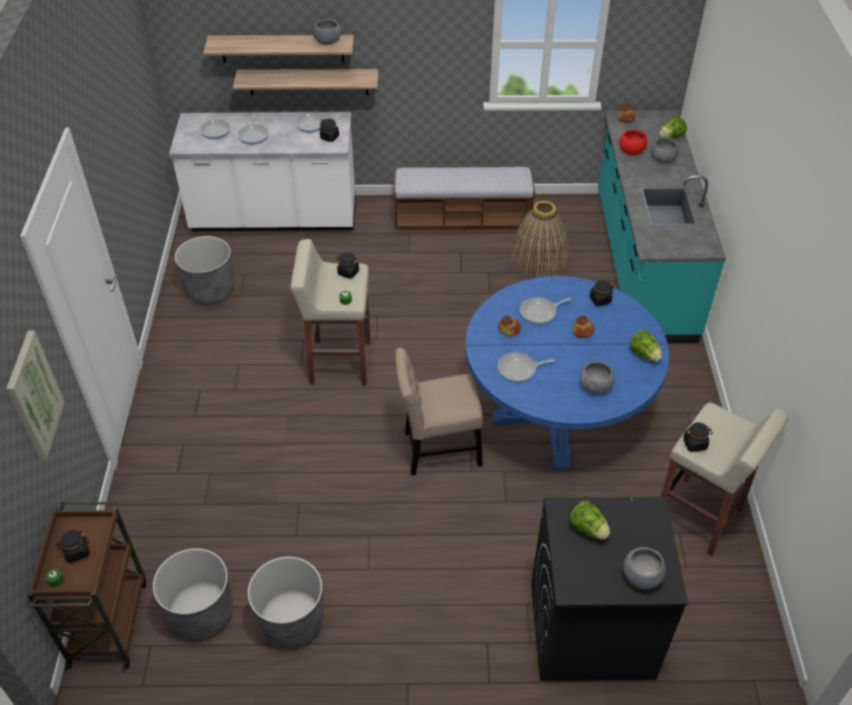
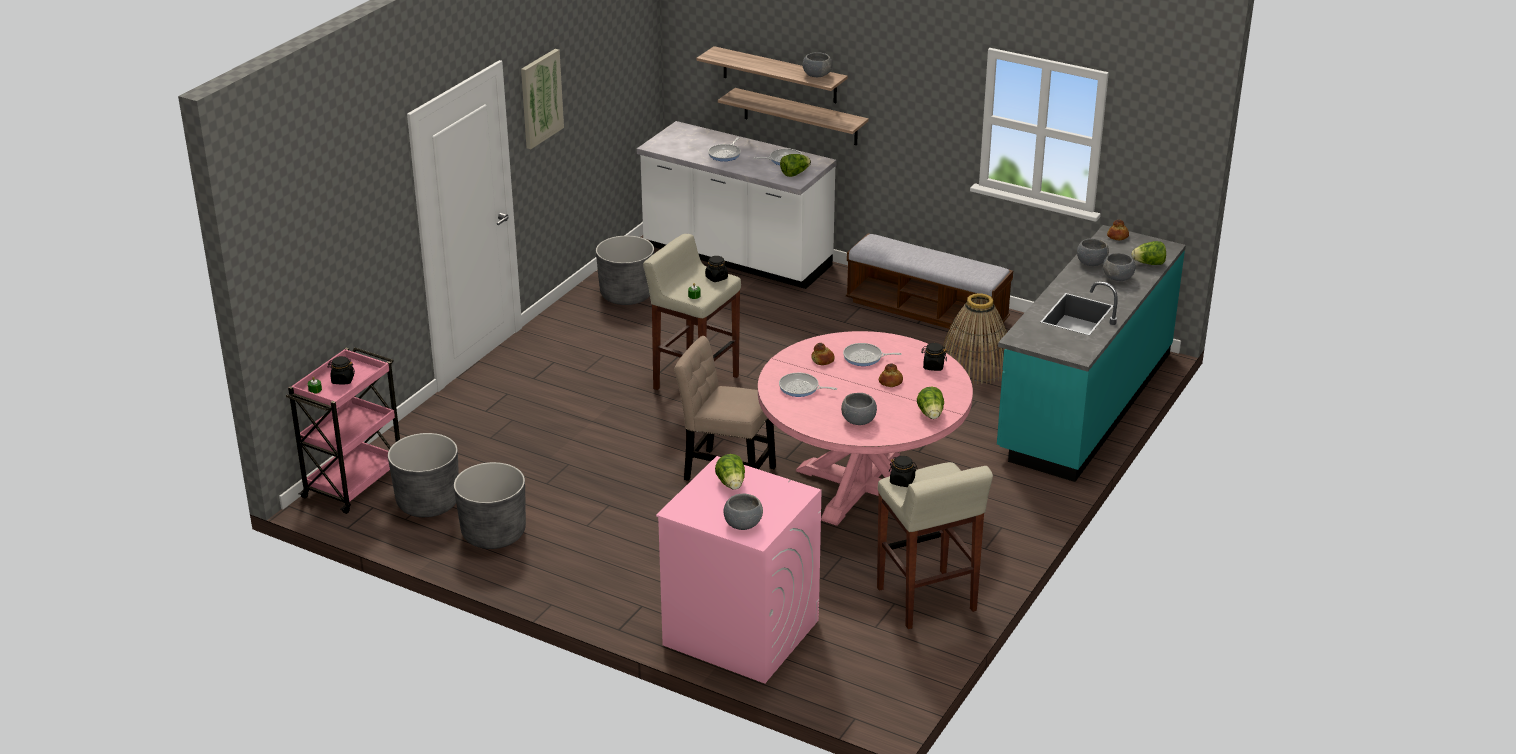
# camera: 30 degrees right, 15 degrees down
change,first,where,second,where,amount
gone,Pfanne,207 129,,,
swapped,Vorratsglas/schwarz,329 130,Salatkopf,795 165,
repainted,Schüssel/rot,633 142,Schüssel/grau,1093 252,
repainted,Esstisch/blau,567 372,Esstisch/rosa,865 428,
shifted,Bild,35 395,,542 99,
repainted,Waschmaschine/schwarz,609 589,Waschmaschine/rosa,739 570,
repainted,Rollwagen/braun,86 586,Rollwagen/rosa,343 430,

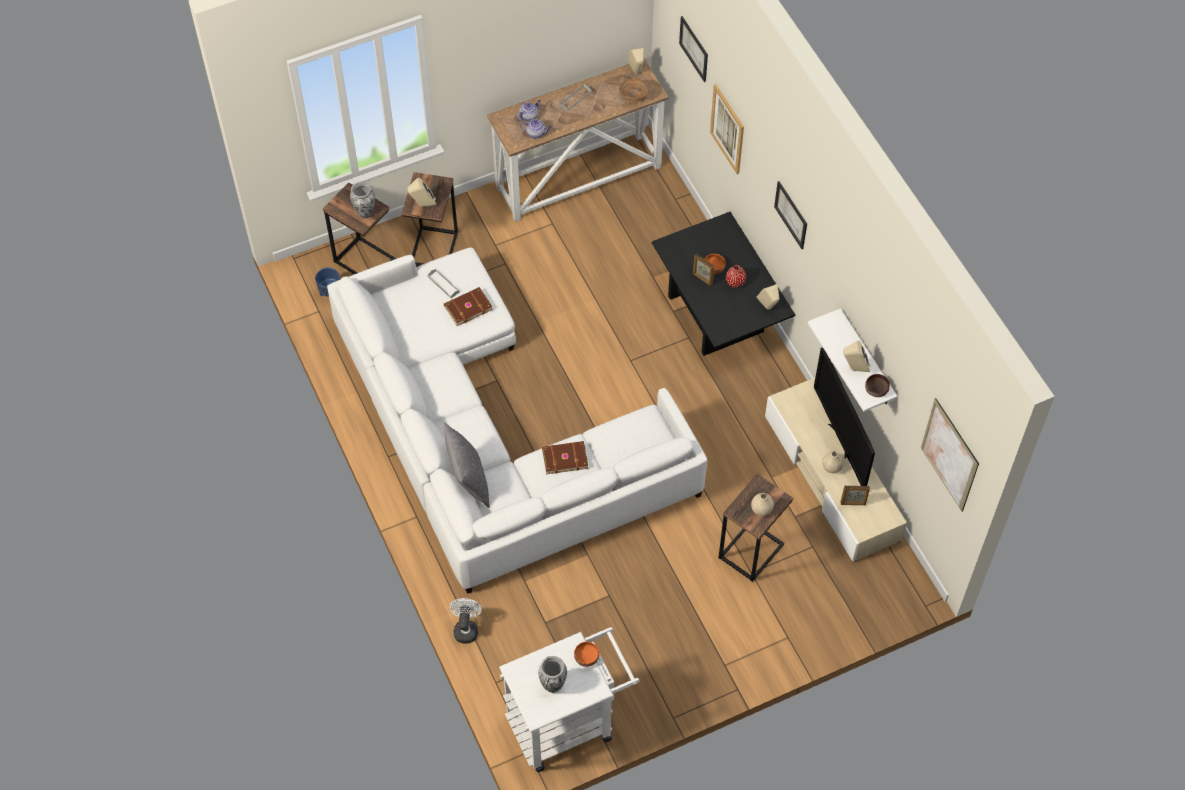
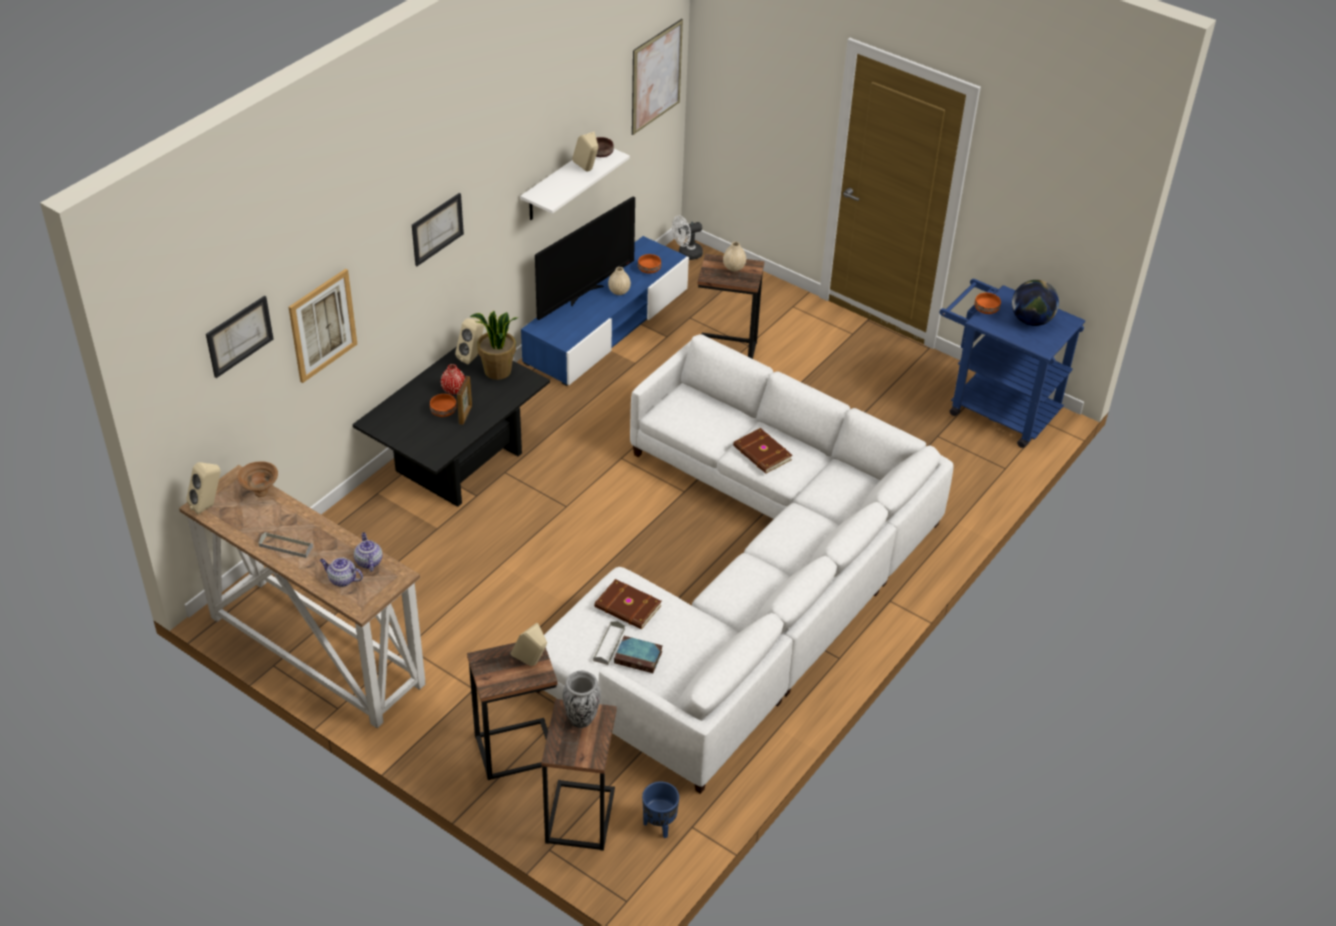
# camera: 120 degrees left, 15 degrees down
change,first,where,second,where,amount
repainted,Fernsehschrank/beige,836 470,Fernsehschrank/blau,605 311,
gone,Kissen/grau,467 465,,,
swapped,Bilderrahmen,855 495,Schüssel/orange,649 263,
shifted,Ventilator/weiß,465 621,,687 237,
repainted,Rollwagen/weiß,569 699,Rollwagen/blau,1012 363,
swapped,Vase,552 674,Globus,1035 303,
new,,,Topfpflanze,493 345,
new,,,Buch,638 654,

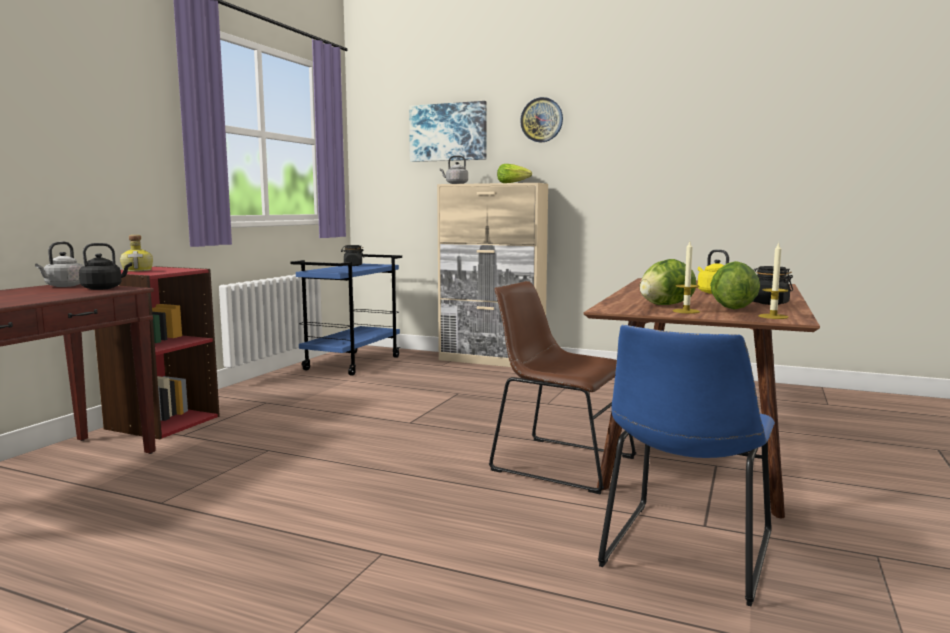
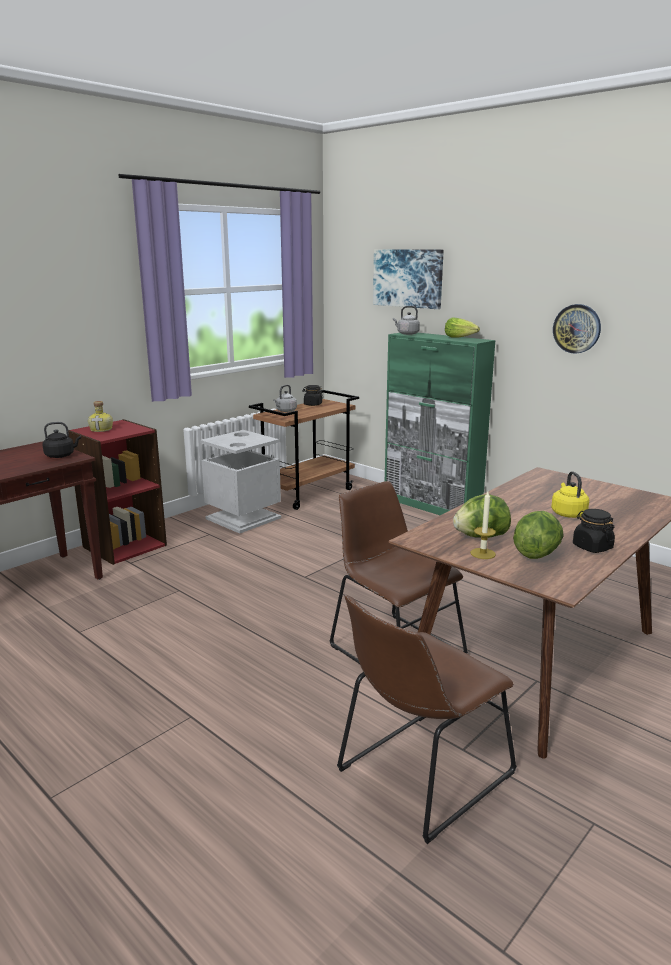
# camera: 20 degrees right, 10 degrees up
change,first,where,second,where,amount
shifted,Wanduhr,541 119,,577 329,
repainted,Schrank/beige,492 275,Schrank/grün,440 424,
shifted,Wasserkessel/grau,59 264,,285 398,
gone,Kerze,773 280,,,
repainted,Rollwagen/blau,346 315,Rollwagen/braun,304 450,
repainted,Stuhl/blau,686 466,Stuhl/braun,427 719,
new,,,Mülleimer/grau,240 481,

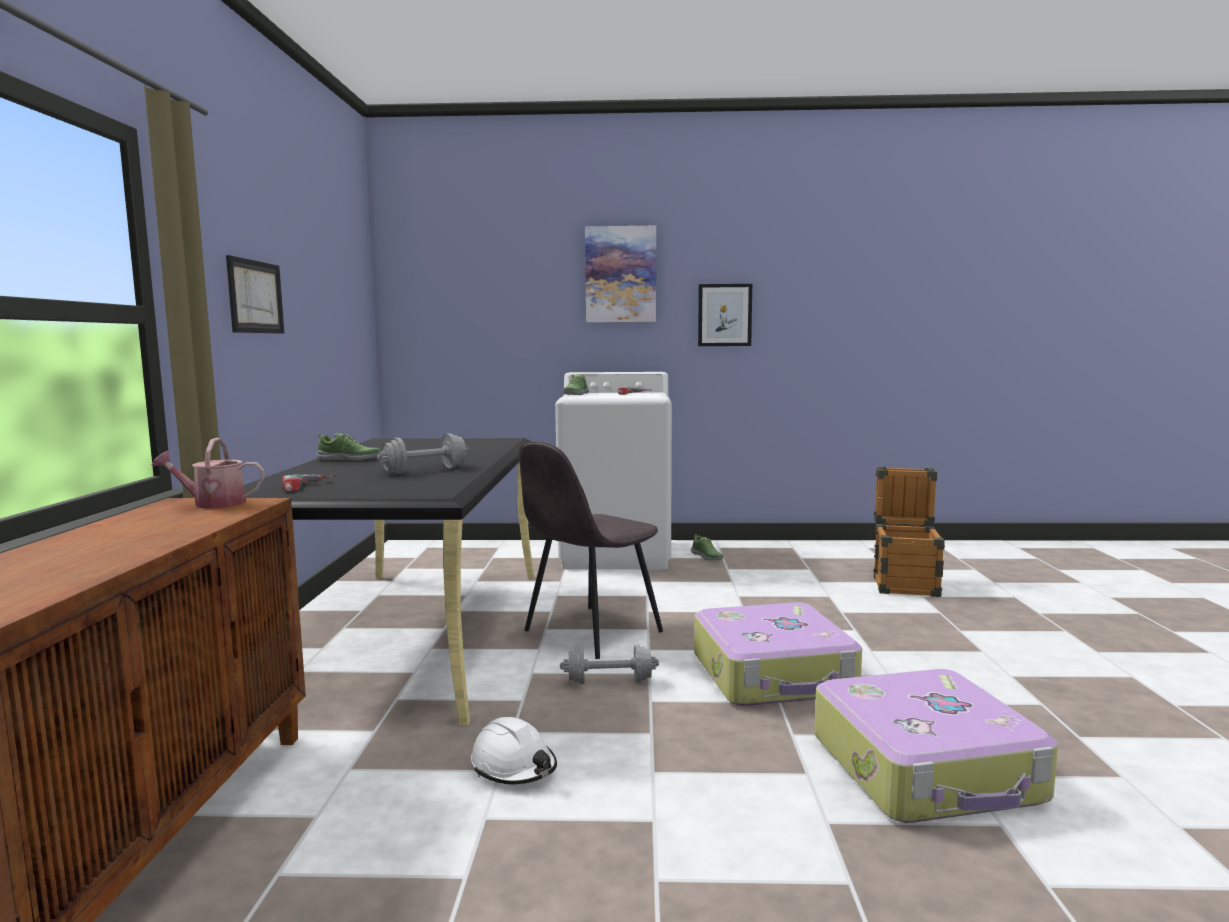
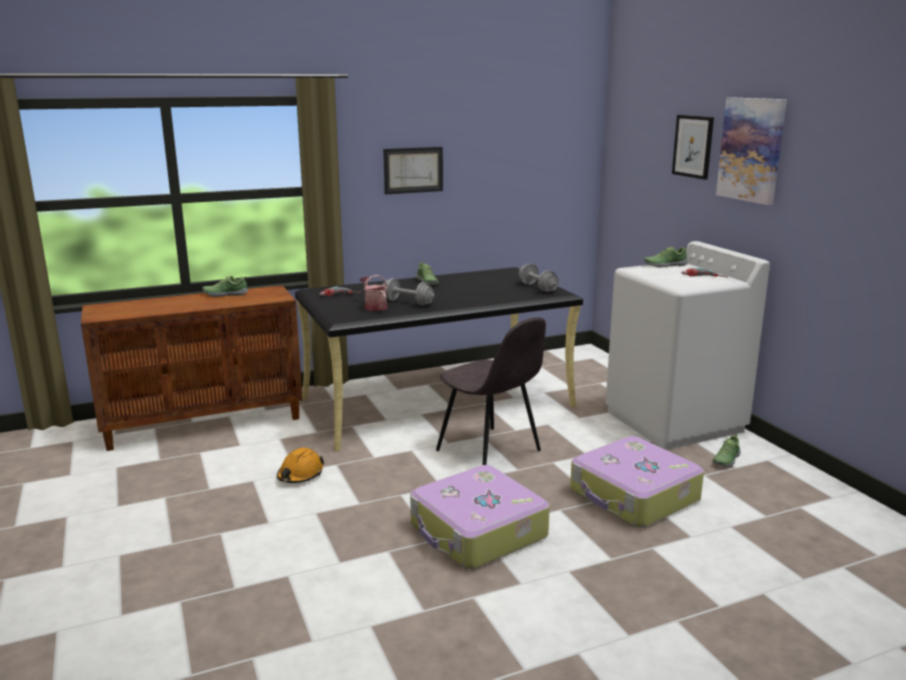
# camera: 65 degrees right, 10 degrees up
change,first,where,second,where,amount
shifted,Bild,725 315,,693 147,
shifted,Gießkanne,208 473,,373 293,
rotated,Stuhl/grau,591 550,,491 391,150 degrees counterclockwise
gone,Kiste,909 532,,,
shifted,Hantel/grau,609 664,,539 278,
shifted,Koffer,936 746,,637 482,
repainted,Schutzhelm/weiß,514 750,Schutzhelm/orange,300 465,
new,,,Schuh,225 286,

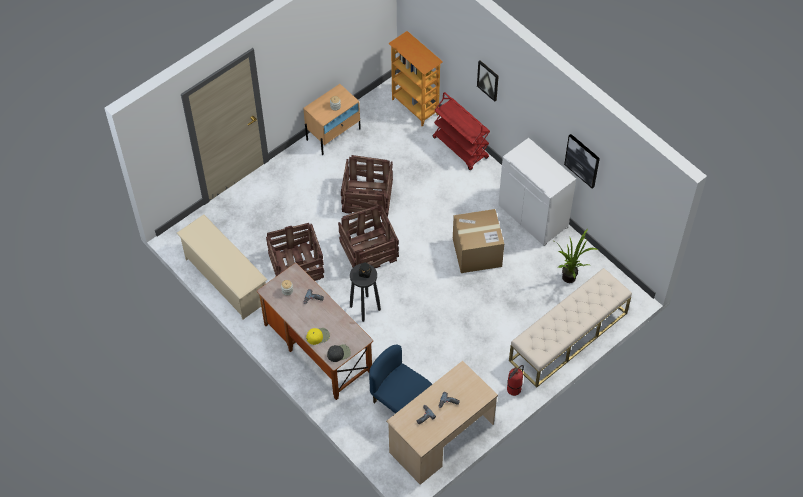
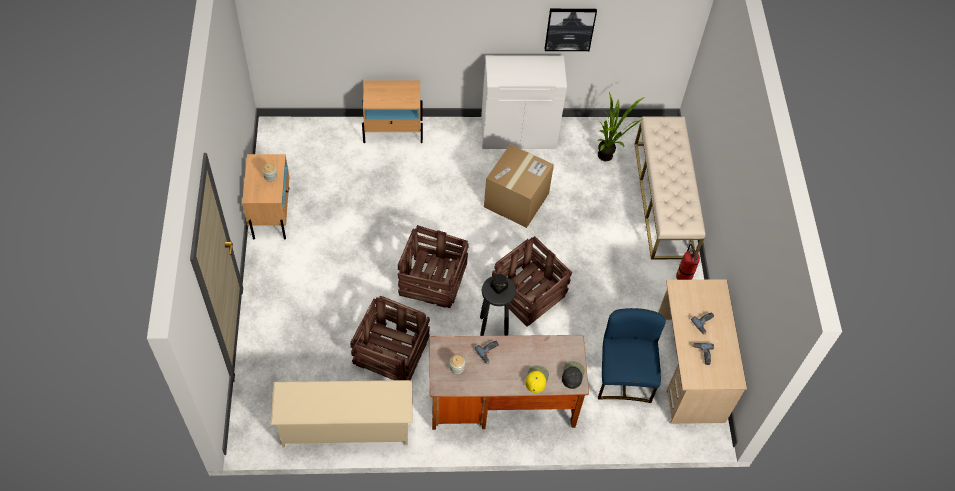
# camera: 55 degrees left, 0 degrees up
change,first,where,second,where,amount
gone,Bücherregal,415 78,,,
gone,Bild,488 81,,,
swapped,Rollwagen/rot,461 131,Nachttisch/beige,392 111,
shifted,Kiste,367 186,,532 281,
rotated,Stuhl/blau,400 379,,632 355,105 degrees clockwise

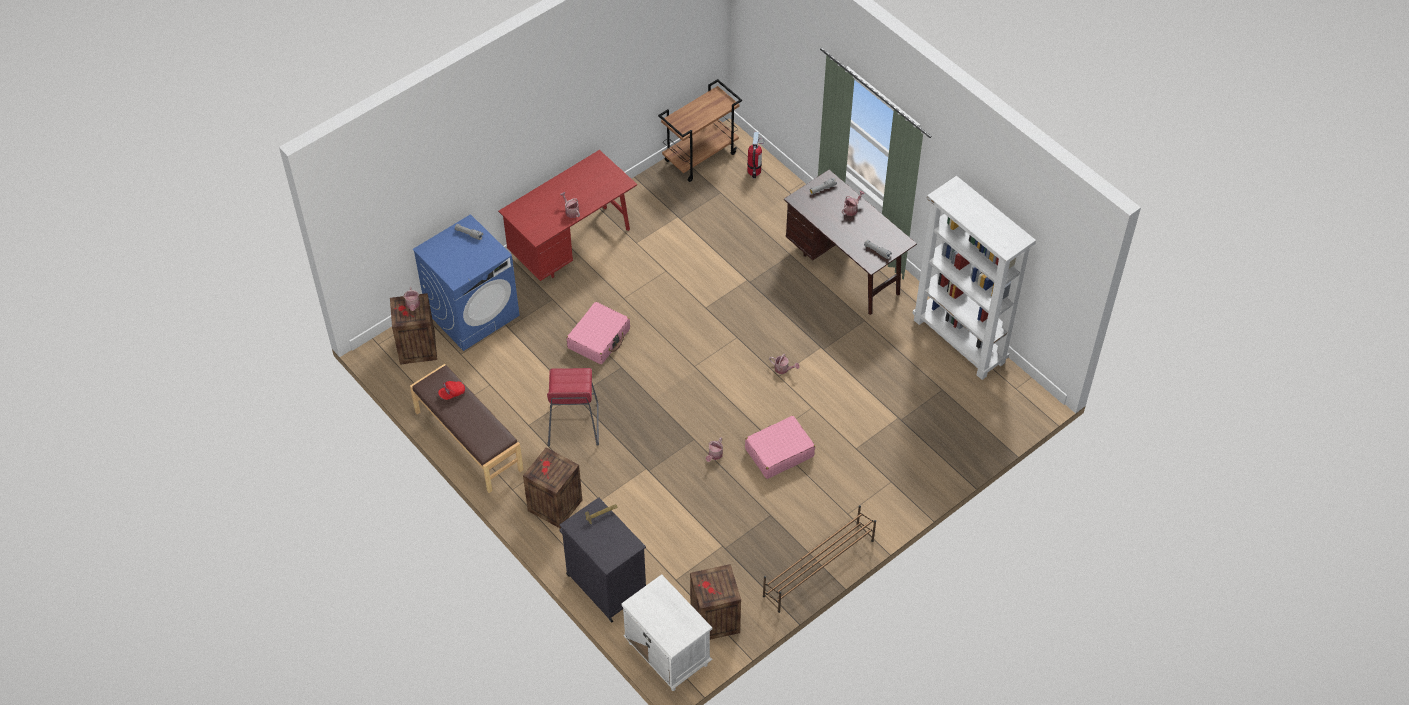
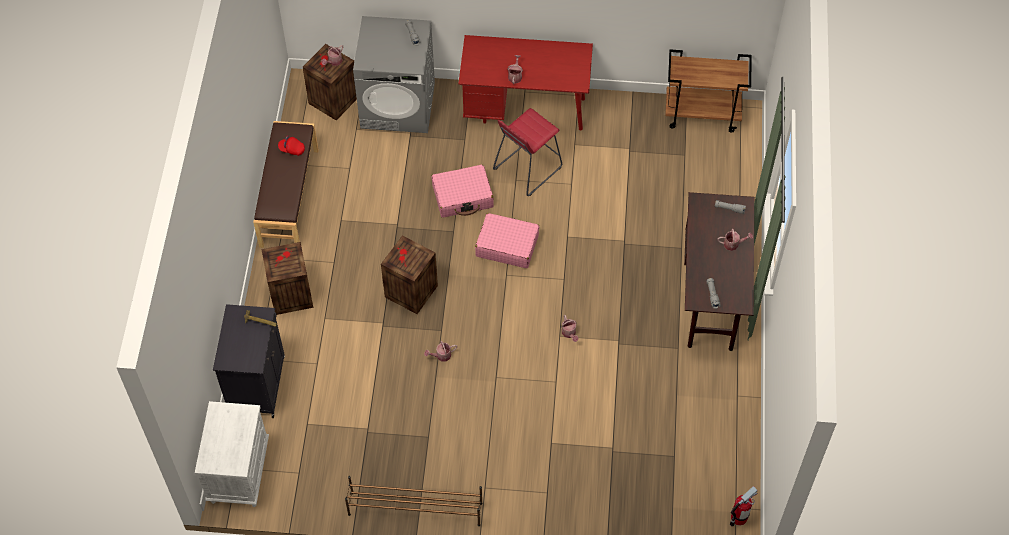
# camera: 45 degrees right, 5 degrees up
change,first,where,second,where,amount
shifted,Feuerlöscher,755 155,,744 506,
gone,Bücherregal/weiß,974 278,,,
repainted,Waschmaschine/blau,466 282,Waschmaschine/grau,394 74,
shifted,Hocker/rot,573 407,,527 152,
shifted,Koffer/rosa,780 447,,507 240,
shifted,Kiste,715 602,,409 275,

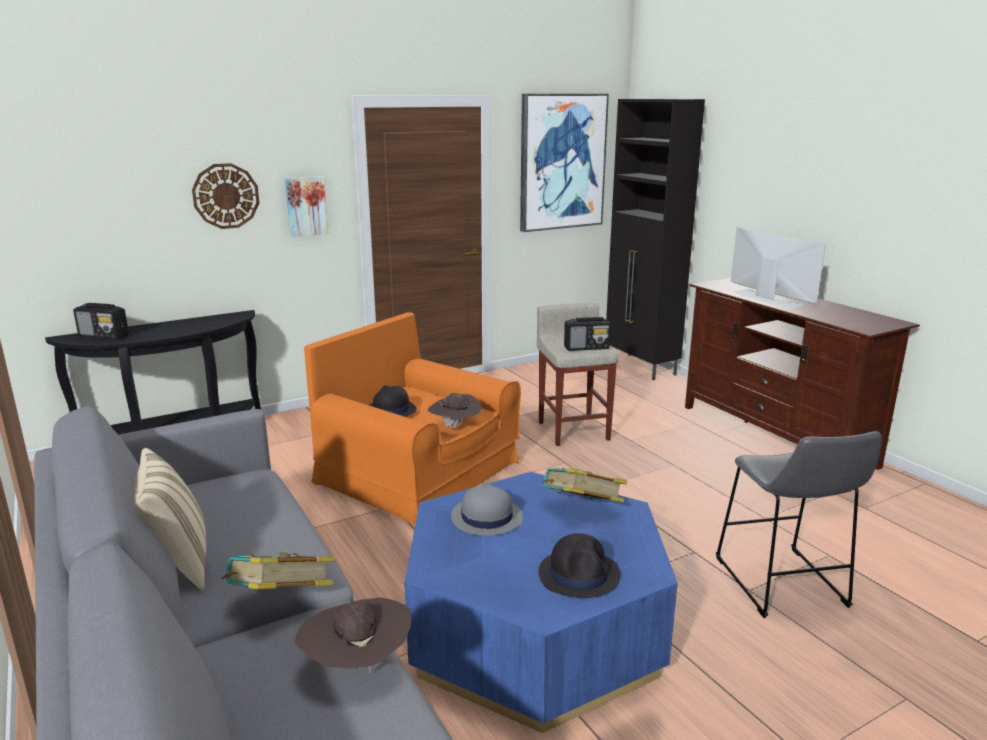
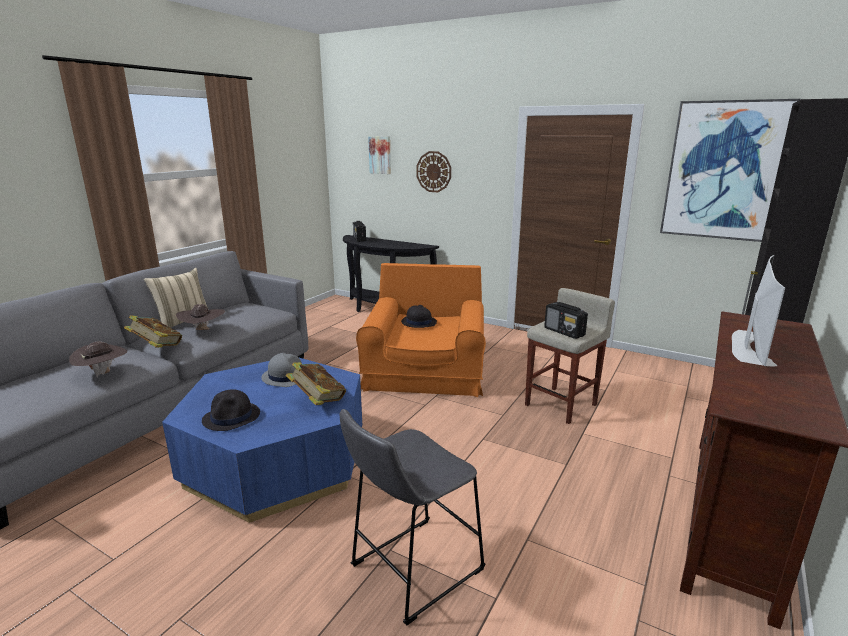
# camera: 60 degrees right, 0 degrees up
change,first,where,second,where,amount
shifted,Bild,306 206,,379 155,
shifted,Hut/braun,454 411,,200 317,

